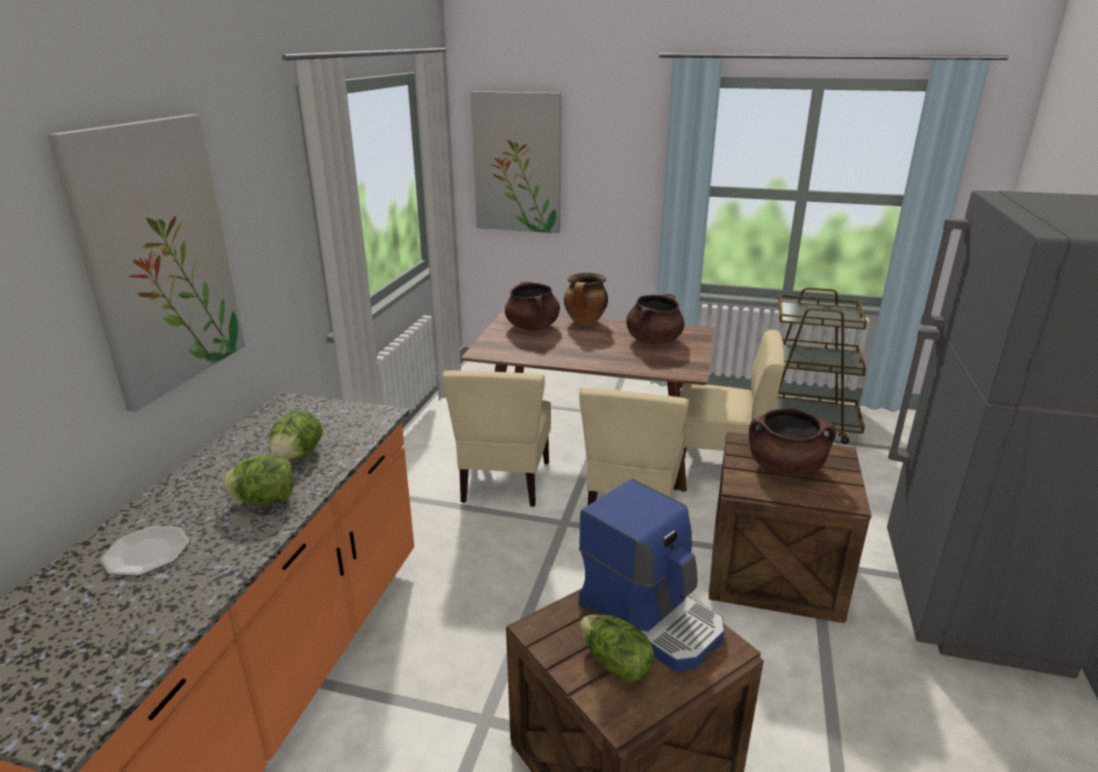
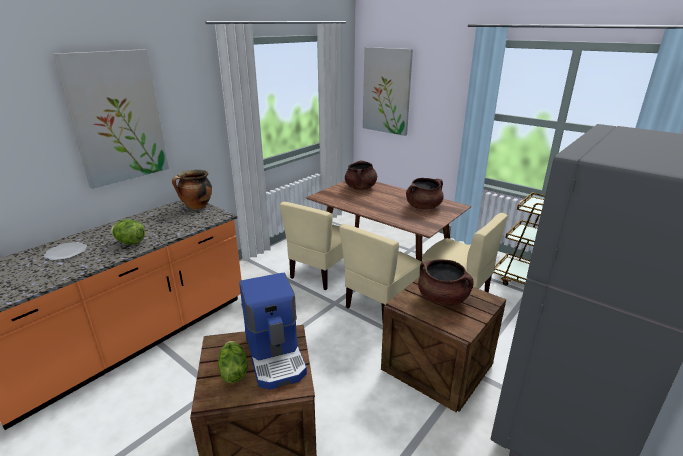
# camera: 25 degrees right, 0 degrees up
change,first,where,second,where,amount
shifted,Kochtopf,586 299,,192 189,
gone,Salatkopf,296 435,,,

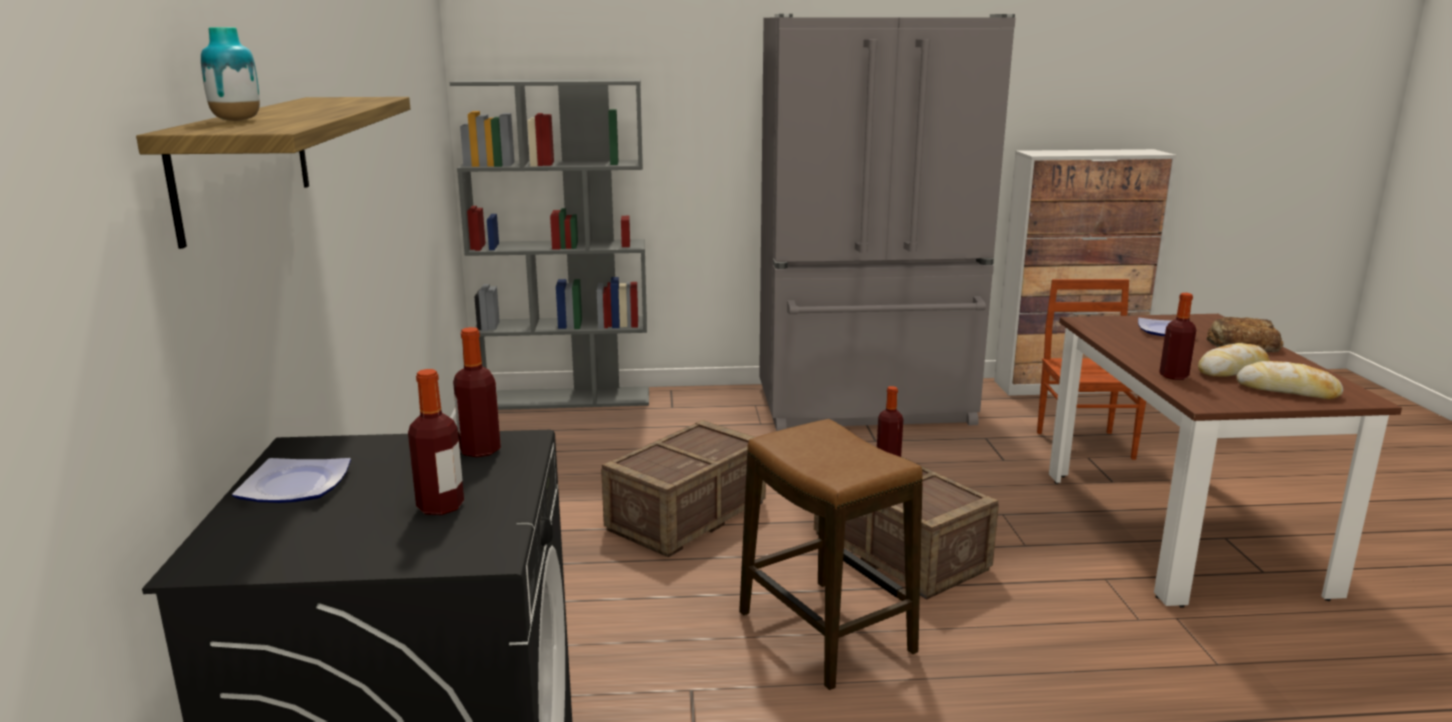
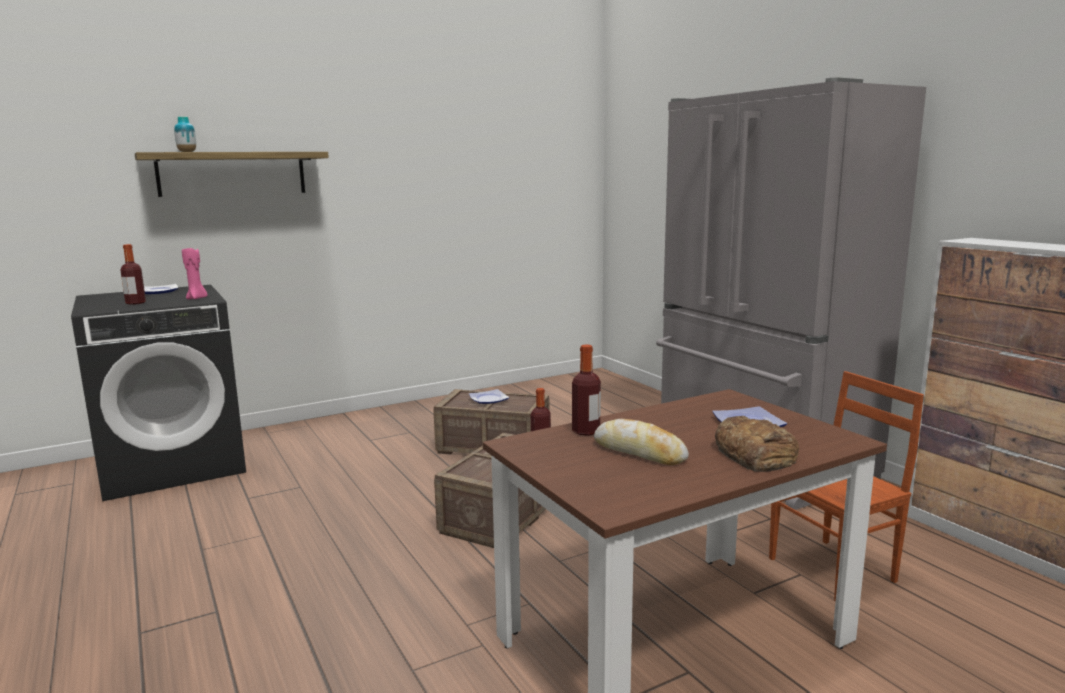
# camera: 65 degrees right, 5 degrees down
change,first,where,second,where,amount
gone,Bücherregal/grau,549 244,,,
swapped,Flasche,477 392,Kerze/rosa,194 273,
gone,Brot,1289 380,,,
gone,Hocker,831 554,,,
new,,,Teller,489 396,

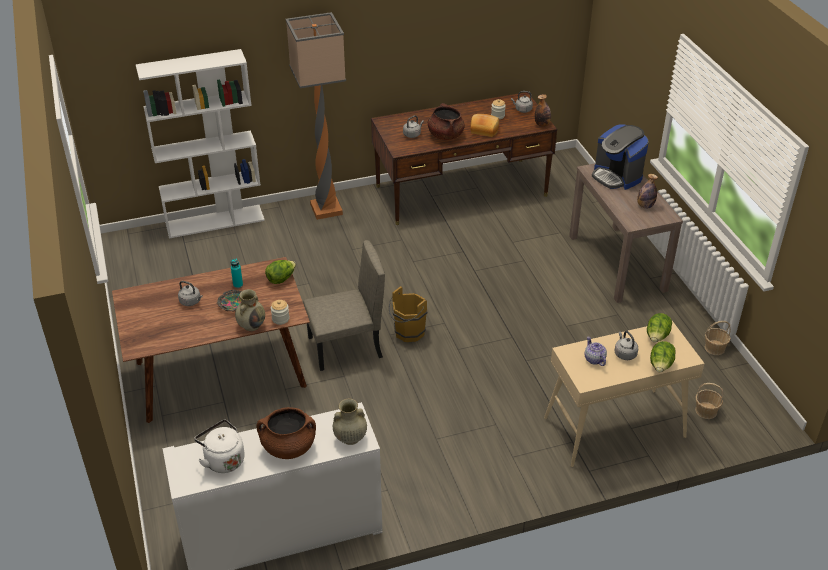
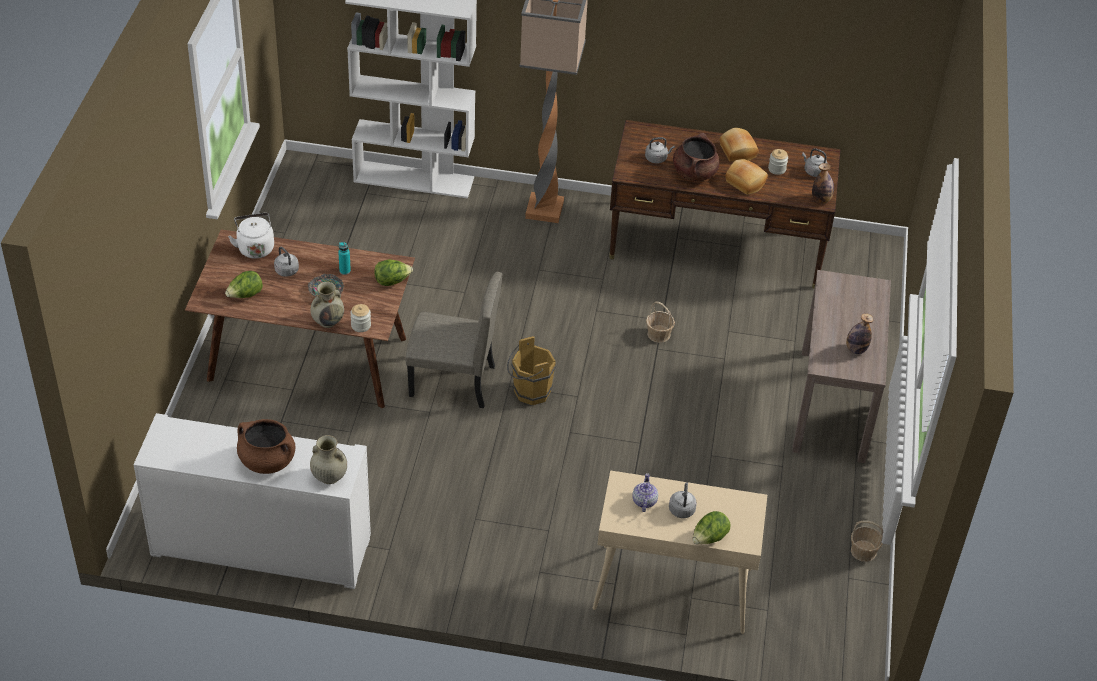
# camera: 25 degrees right, 5 degrees up
change,first,where,second,where,amount
gone,Kaffeemaschine,620 157,,,
shifted,Salatkopf,659 327,,244 284,
shifted,Korb,709 401,,660 322,
shifted,Wasserkessel/weiß,220 446,,251 236,
new,,,Brot,739 145,

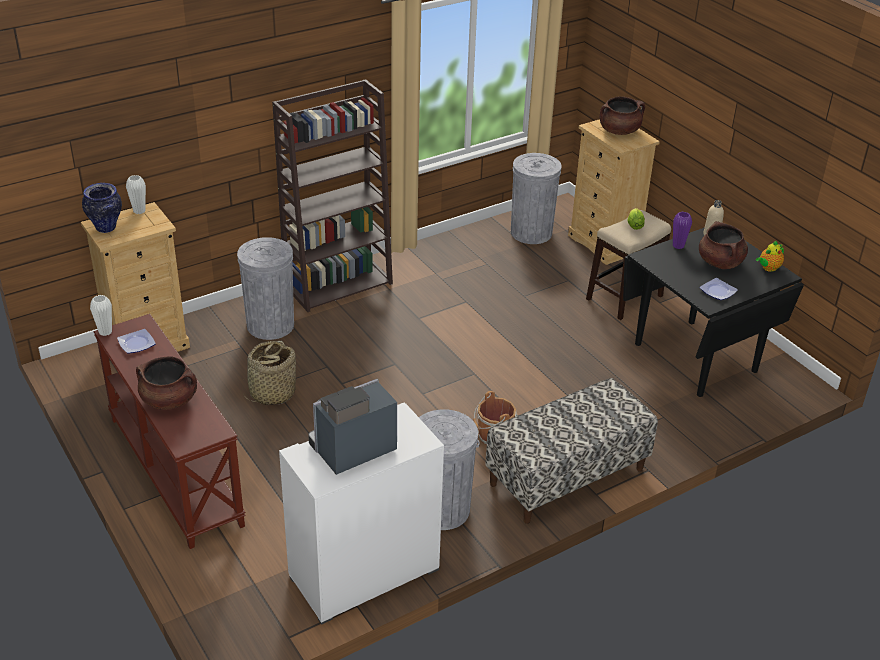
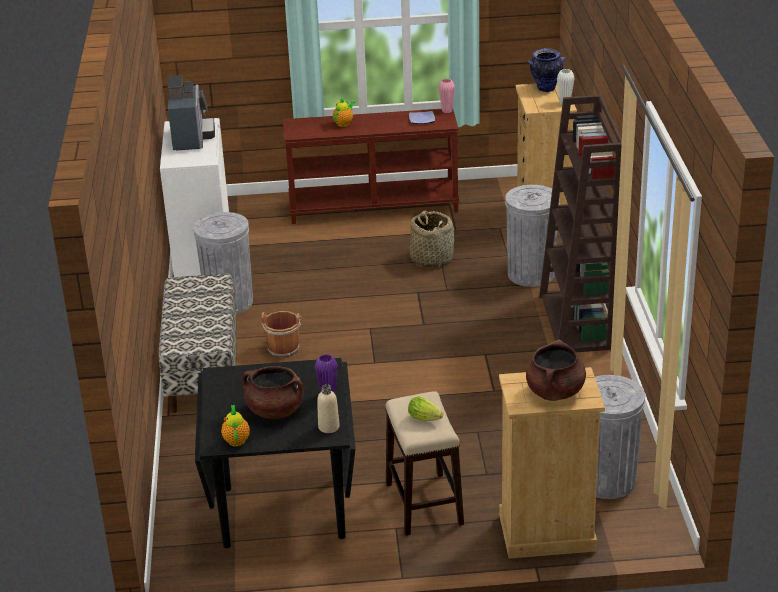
# camera: 120 degrees right, 5 degrees down
change,first,where,second,where,amount
gone,Teller,719 289,,,
repainted,Vase/weiß,101 315,Vase/rosa,446 96,
swapped,Kochtopf/braun,166 383,Teekanne,344 113,

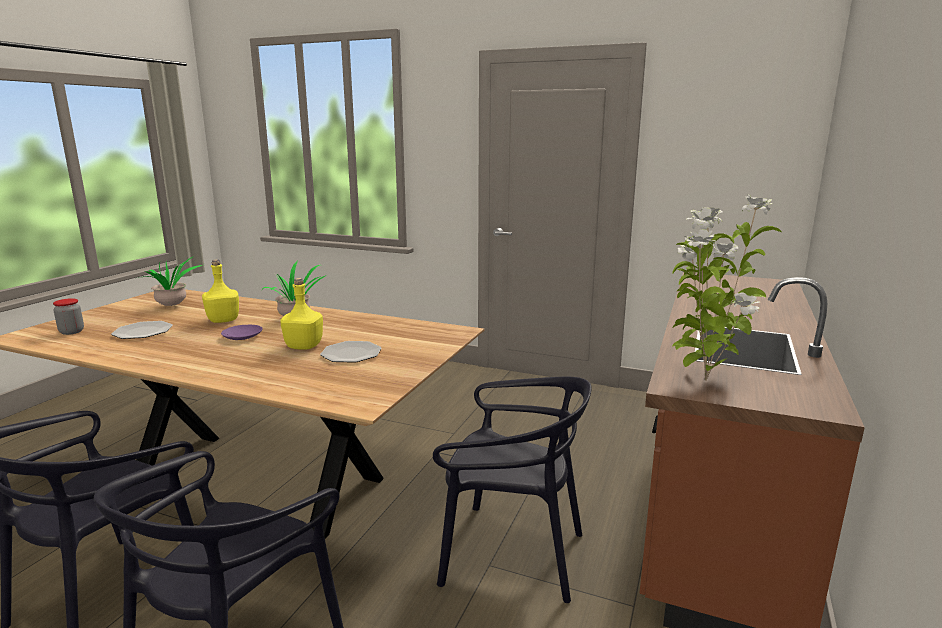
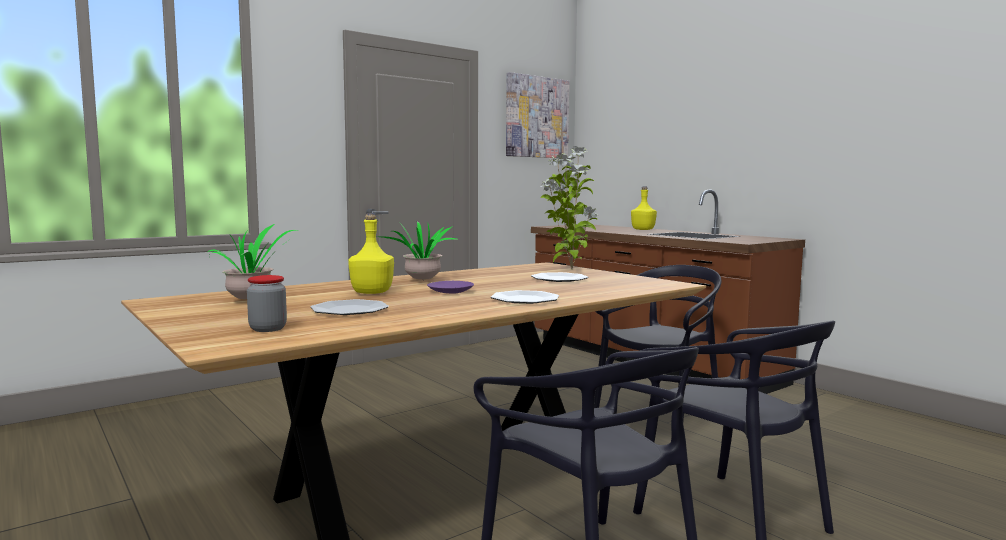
# camera: 60 degrees left, 10 degrees down
change,first,where,second,where,amount
shifted,Topfpflanze,727 287,,569 208,
shifted,Flasche/gelb,301 314,,644 208,
new,,,Bild,537 115,
new,,,Teller,525 297,

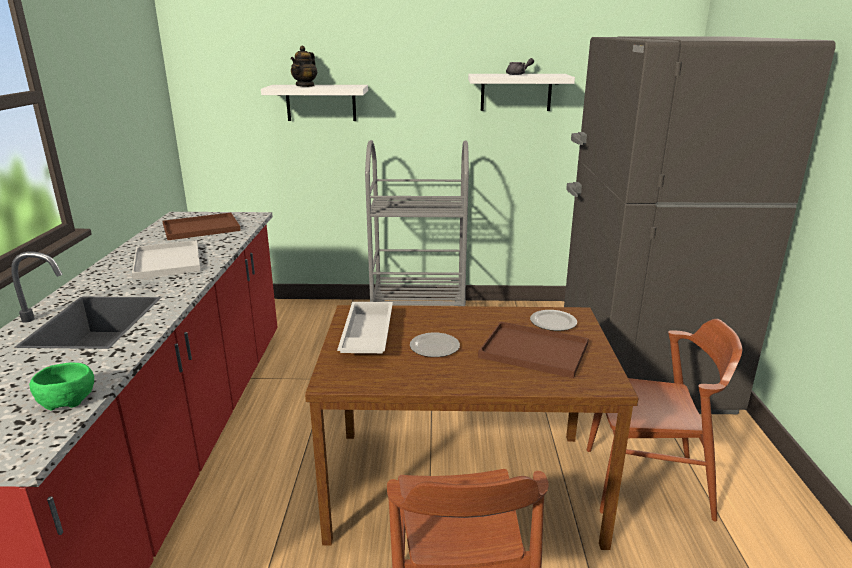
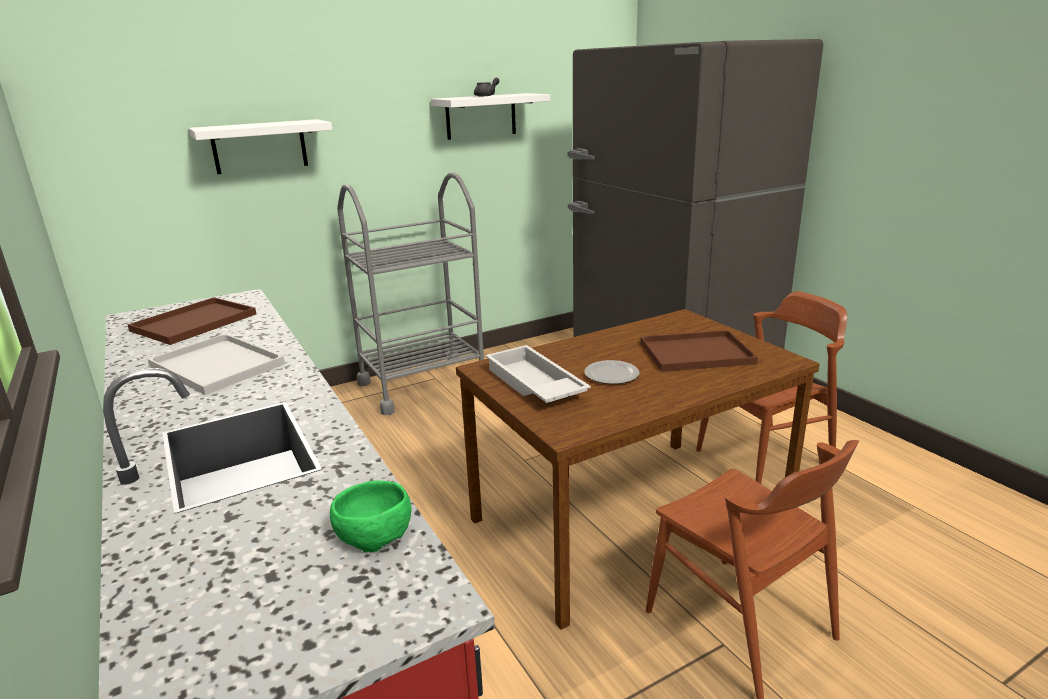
# camera: 30 degrees left, 0 degrees up
change,first,where,second,where,amount
gone,Teekanne,304 66,,,
gone,Teller,553 320,,,

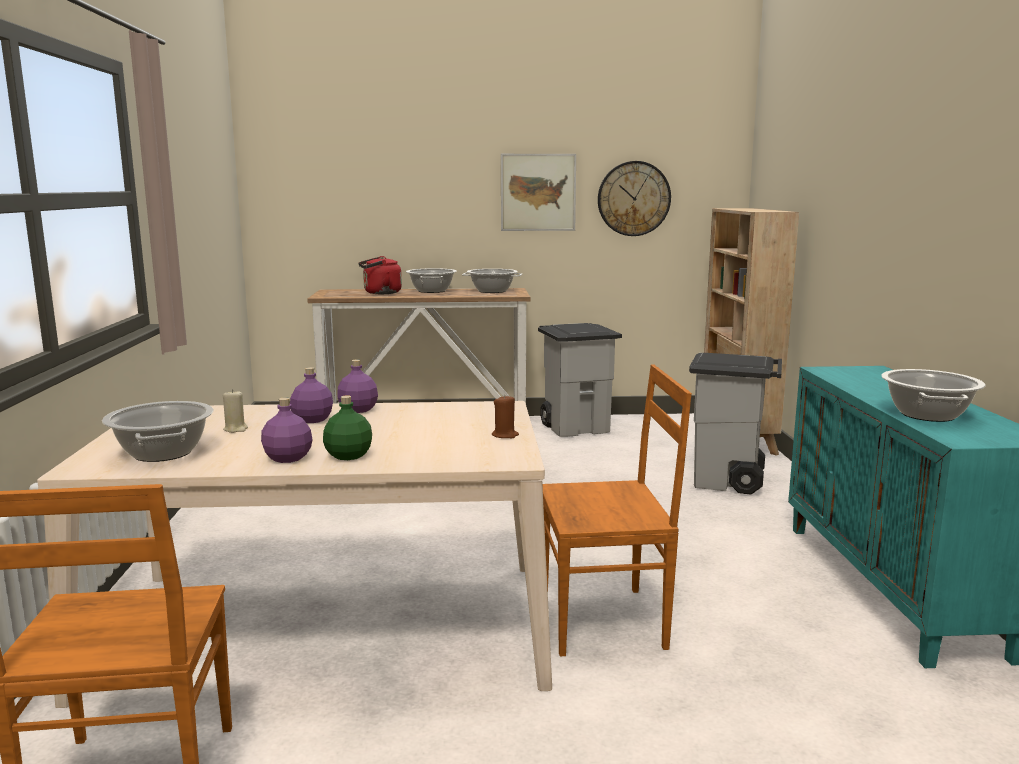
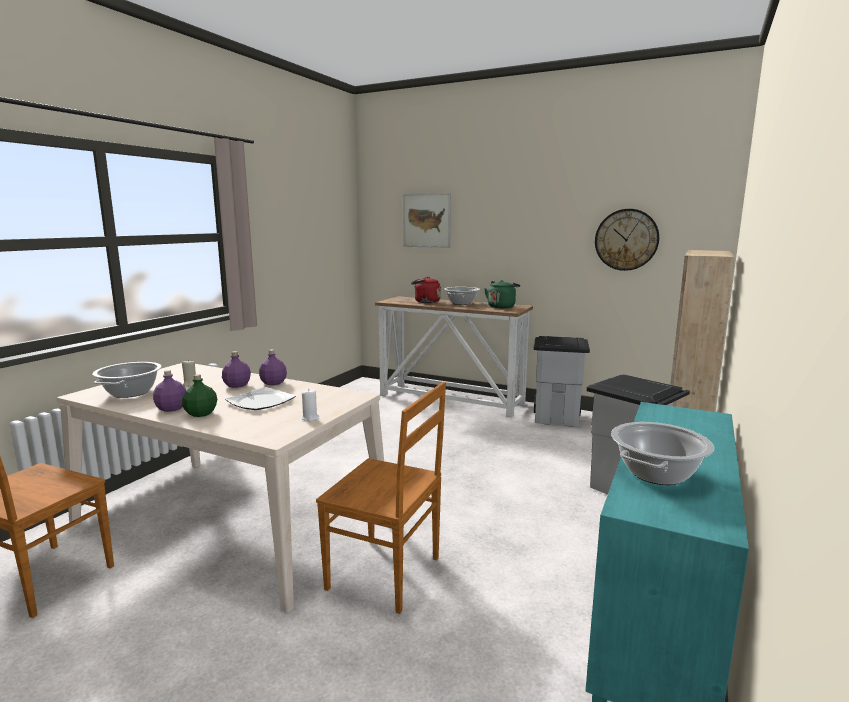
# camera: 30 degrees right, 0 degrees up
change,first,where,second,where,amount
shifted,Bild,538 192,,427 220,
swapped,Kochtopf,492 281,Wasserkessel/grün,502 294,
repainted,Kerze/braun,505 416,Kerze/weiß,310 405,
new,,,Teller,260 398,

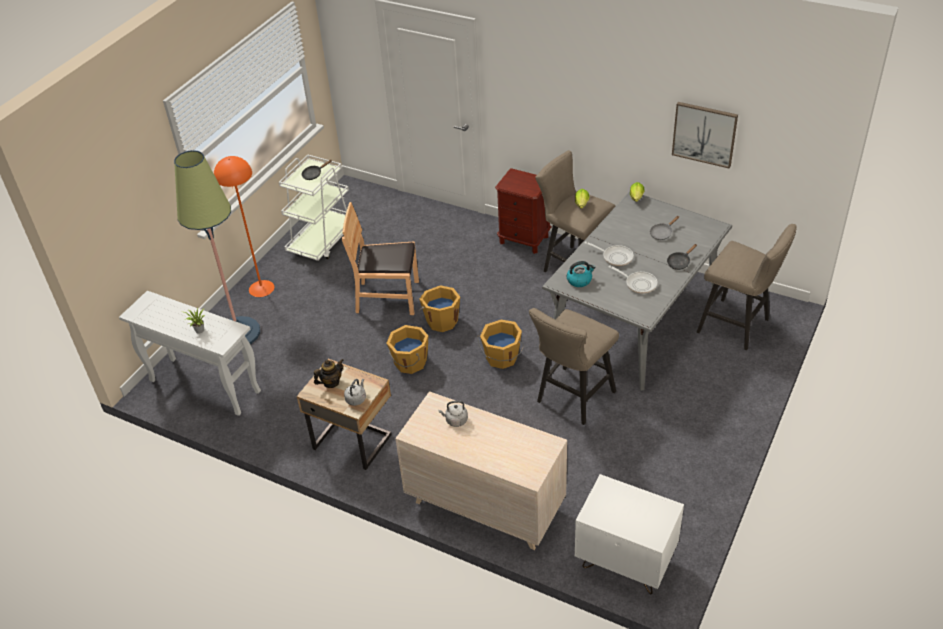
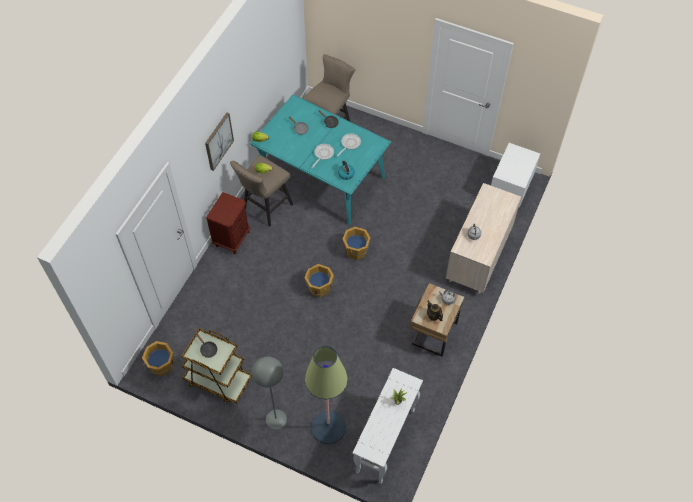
# camera: 95 degrees left, 15 degrees up
change,first,where,second,where,amount
shifted,Bild,705 135,,219 142,
repainted,Rollwagen/weiß,314 208,Rollwagen/braun,217 365,
repainted,Stehlampe/orange,244 226,Stehlampe/grau,269 393,
repainted,Esstisch/grau,637 291,Esstisch/türkis,320 159,
gone,Stuhl/braun,380 258,,,
gone,Hocker/beige,574 366,,,
shifted,Eimer/orange,407 349,,159 358,

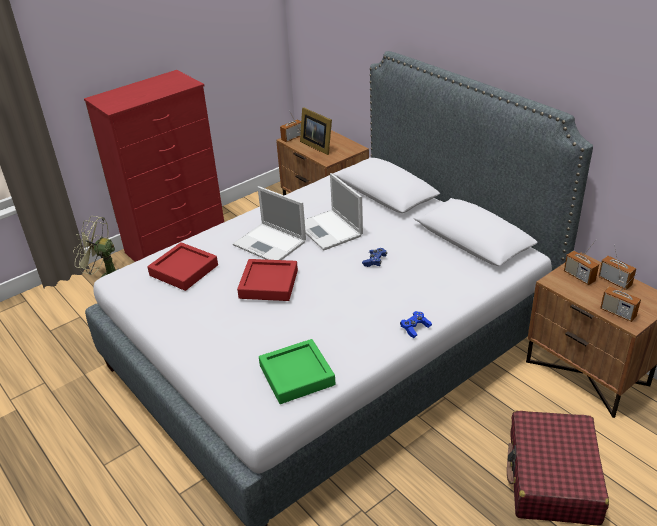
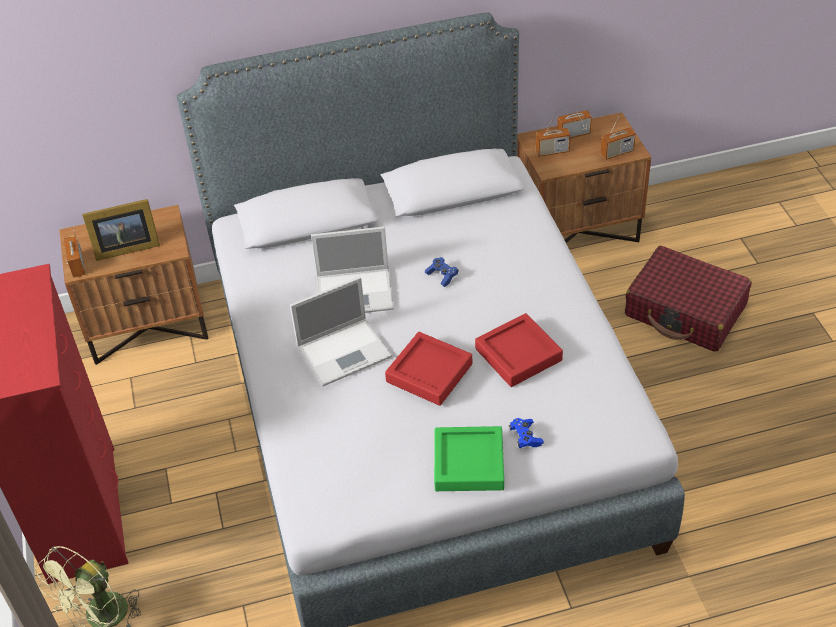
# camera: 65 degrees left, 10 degrees up
change,first,where,second,where,amount
shifted,Tablett/rot,182 266,,519 350,
shifted,Gamepad/blau,416 324,,526 433,
shifted,Tablett/grün,297 371,,469 458,

